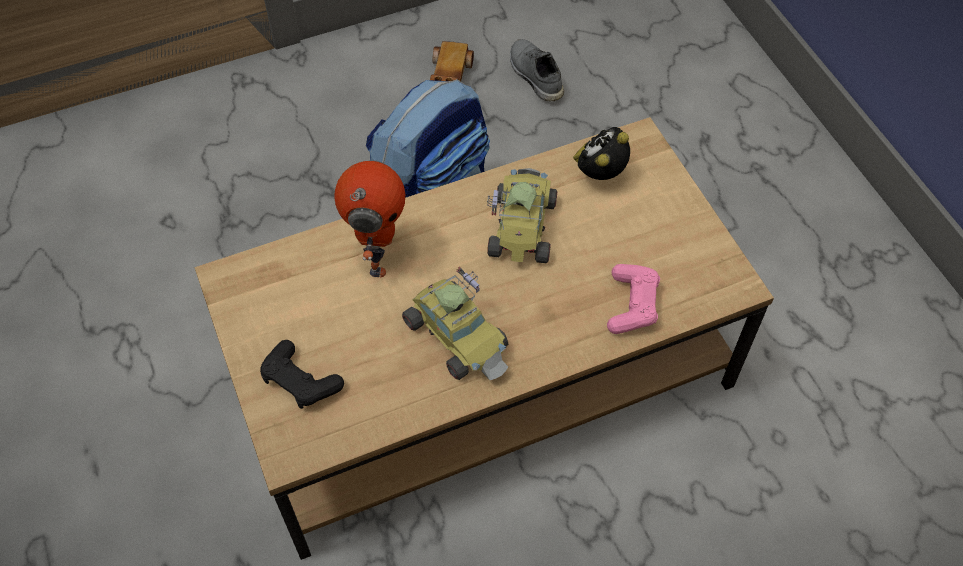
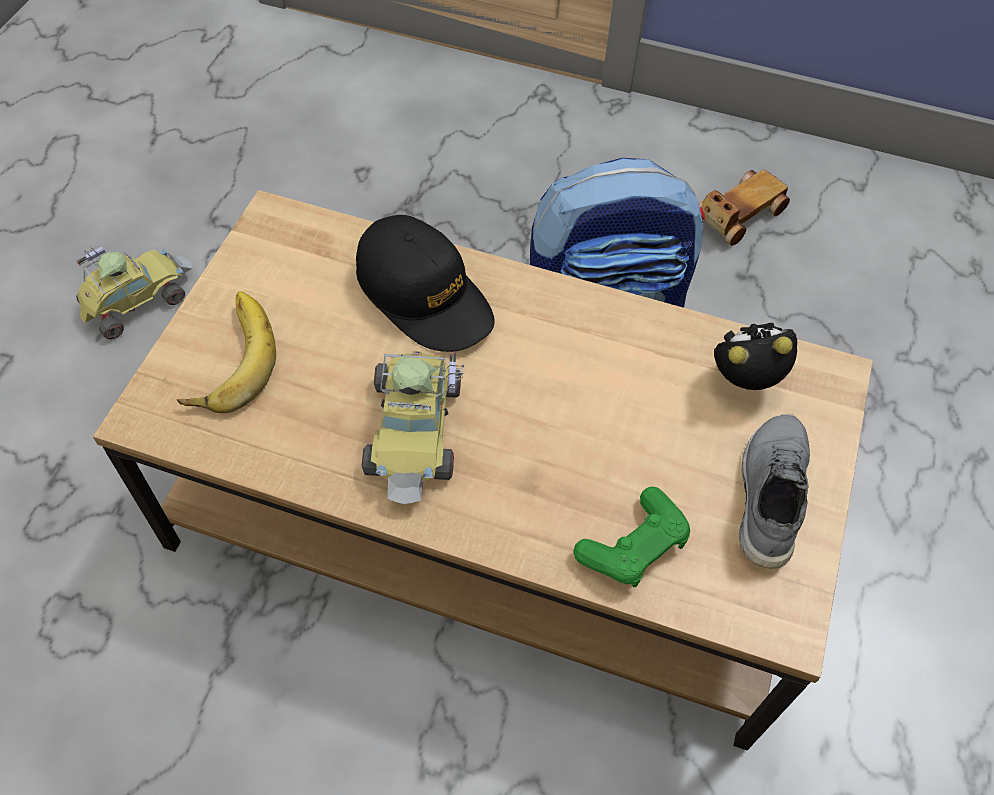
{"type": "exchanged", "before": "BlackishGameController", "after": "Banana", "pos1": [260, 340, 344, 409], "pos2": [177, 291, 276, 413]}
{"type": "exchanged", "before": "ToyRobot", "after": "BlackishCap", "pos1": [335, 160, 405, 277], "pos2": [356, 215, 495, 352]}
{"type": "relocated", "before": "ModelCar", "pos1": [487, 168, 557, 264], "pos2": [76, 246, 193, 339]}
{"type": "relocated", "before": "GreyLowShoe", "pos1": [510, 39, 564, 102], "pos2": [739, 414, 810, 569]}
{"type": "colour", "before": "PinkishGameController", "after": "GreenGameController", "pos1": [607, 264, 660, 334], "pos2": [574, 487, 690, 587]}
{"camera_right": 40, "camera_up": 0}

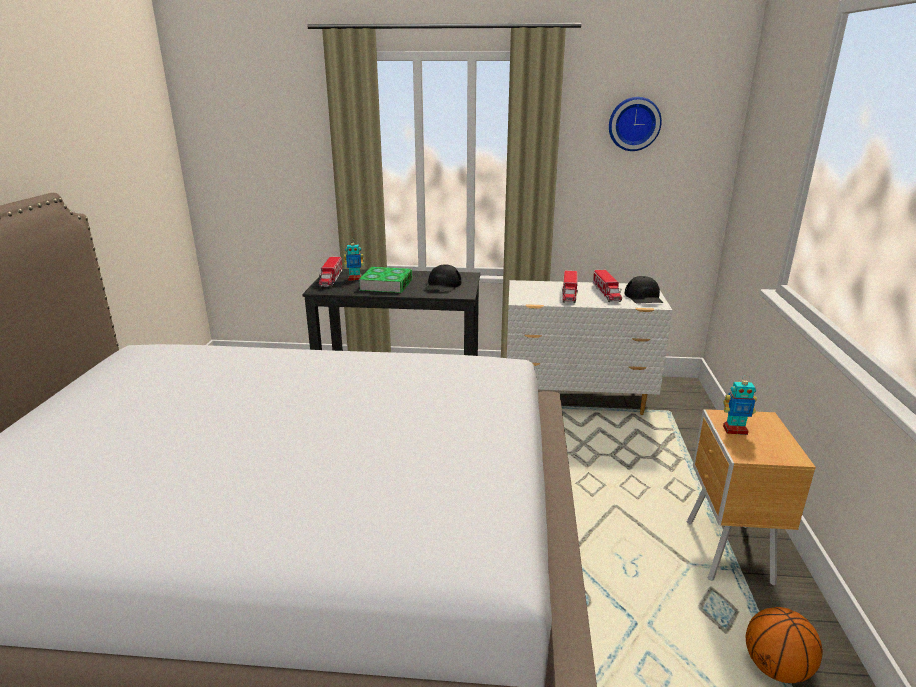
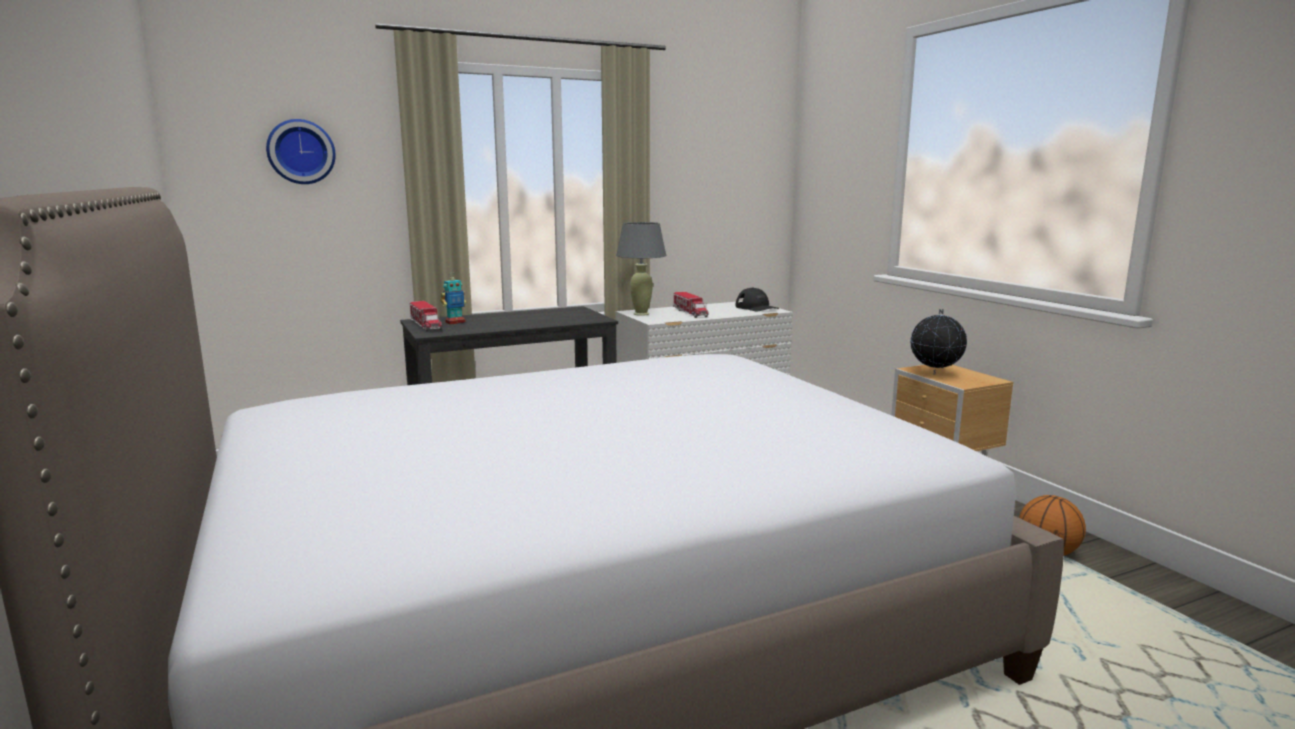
{"type": "missing", "before": "Volume", "pos1": [359, 267, 412, 293]}
{"type": "missing", "before": "BlackishCap", "pos1": [425, 264, 462, 292]}
{"type": "missing", "before": "ToyTruck", "pos1": [593, 270, 622, 302]}
{"type": "relocated", "before": "WallClock", "pos1": [609, 97, 662, 151], "pos2": [266, 119, 336, 184]}
{"type": "exchanged", "before": "ToyRobot", "after": "Globe", "pos1": [723, 375, 757, 435], "pos2": [910, 309, 967, 375]}
{"type": "appeared", "after": "GreyTableLamp", "pos2": [616, 222, 667, 316]}
{"camera_right": -30, "camera_up": -10}

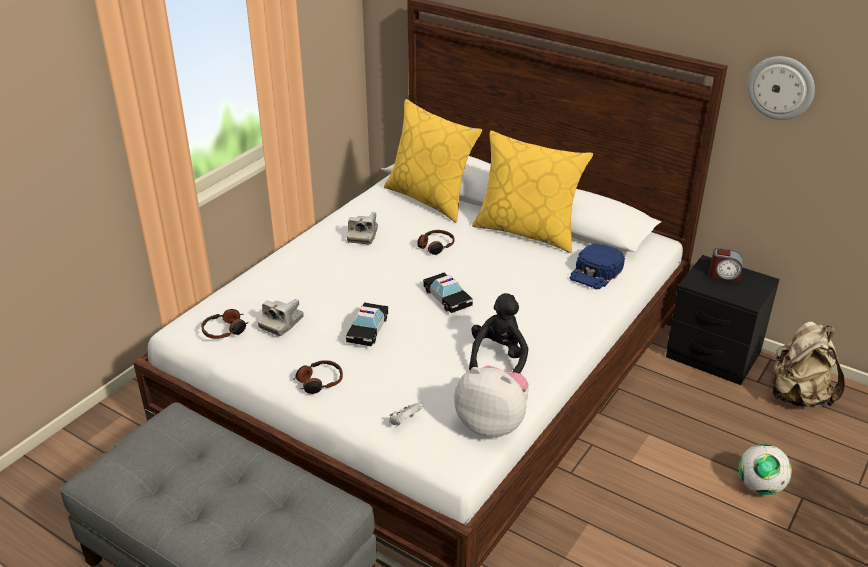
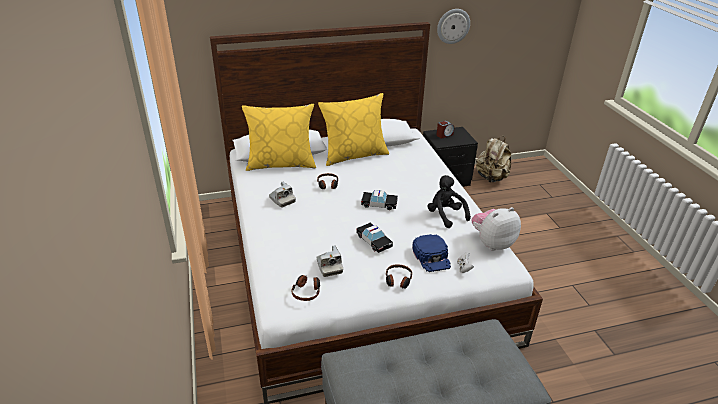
{"type": "relocated", "before": "BluishCap", "pos1": [570, 243, 625, 290], "pos2": [412, 234, 451, 272]}
{"type": "missing", "before": "FootballBall", "pos1": [739, 444, 792, 495]}
{"camera_right": -50, "camera_up": 0}

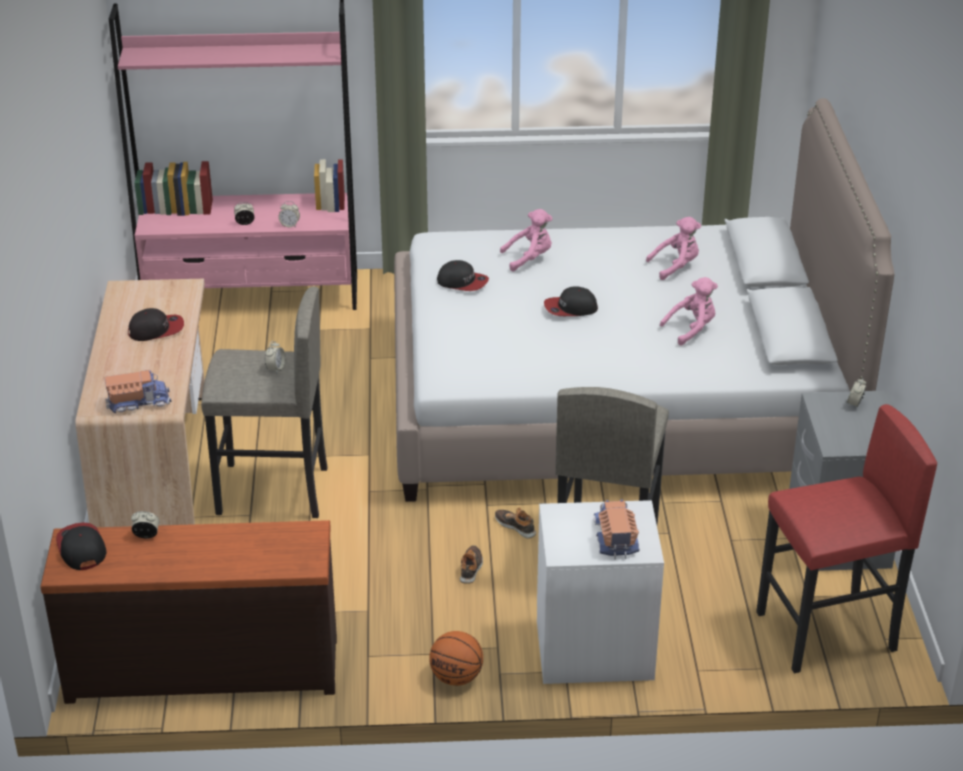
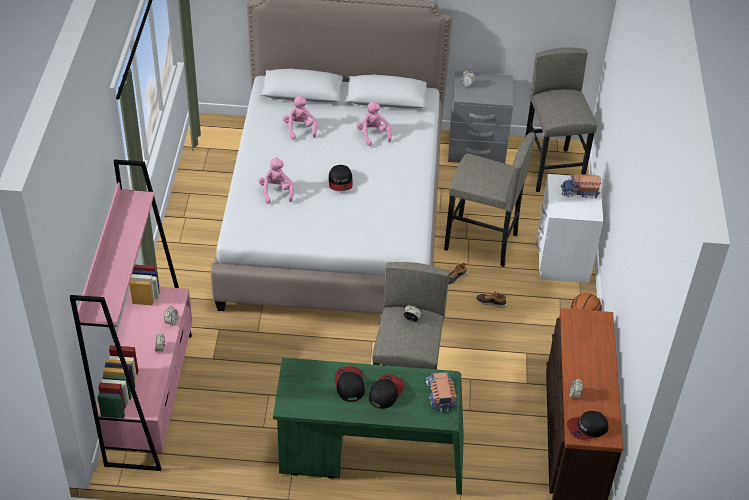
{"type": "colour", "before": "BeigeColouredDesk", "after": "GreenDesk", "pos1": [75, 279, 205, 527], "pos2": [273, 358, 464, 495]}
{"type": "relocated", "before": "Cap", "pos1": [437, 260, 489, 291], "pos2": [369, 374, 404, 409]}
{"type": "colour", "before": "ReddishStool", "after": "GreyStool", "pos1": [756, 404, 937, 673], "pos2": [525, 48, 598, 192]}
{"camera_right": -85, "camera_up": 10}

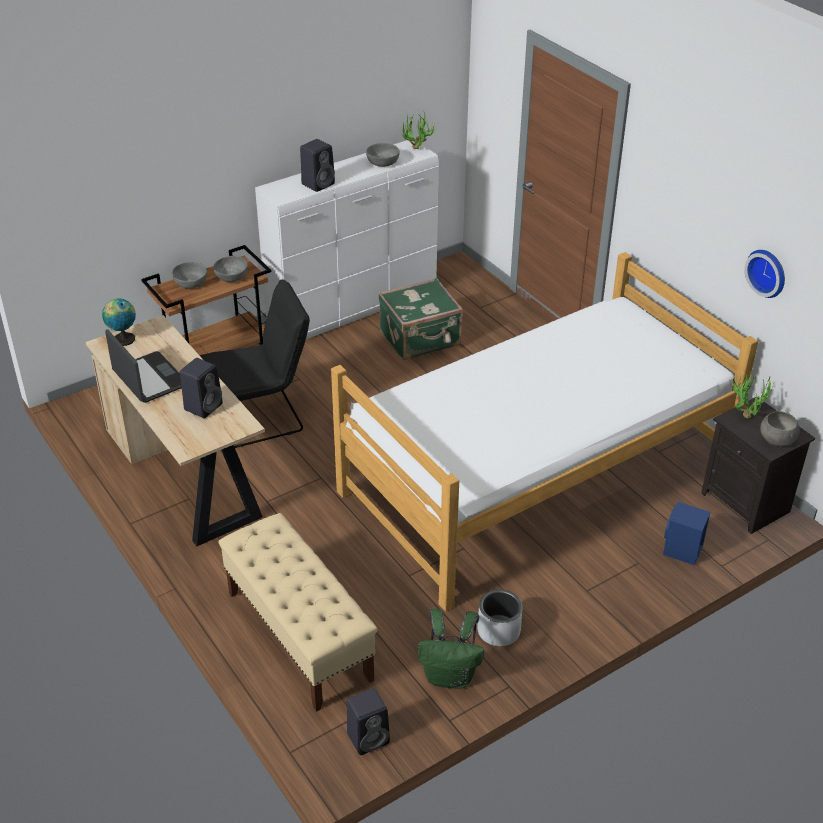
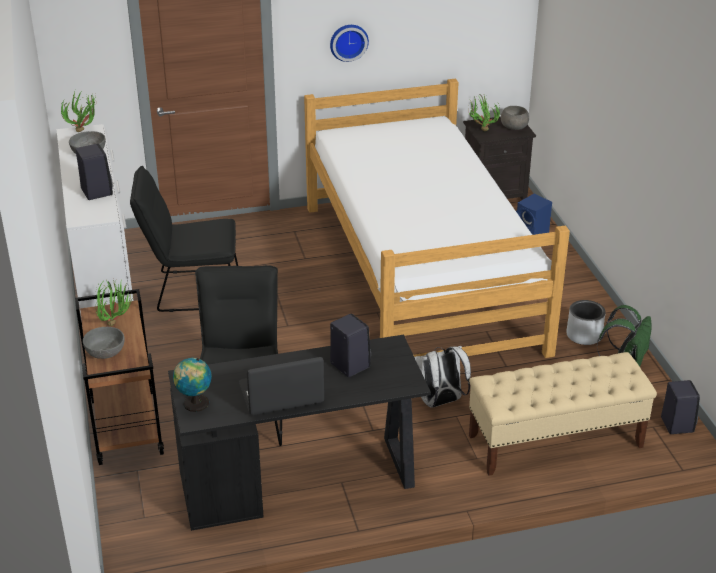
{"type": "colour", "before": "BeigeColouredDesk", "after": "BlackishDesk", "pos1": [85, 315, 265, 546], "pos2": [168, 335, 431, 531]}
{"type": "exchanged", "before": "GreyBowl", "after": "Houseplant", "pos1": [213, 256, 248, 282], "pos2": [96, 280, 134, 326]}
{"type": "exchanged", "before": "GreenSuitcase", "after": "BlackishPlainChair", "pos1": [378, 278, 463, 360], "pos2": [130, 166, 238, 312]}
{"type": "relocated", "before": "WallClock", "pos1": [745, 250, 785, 298], "pos2": [330, 25, 369, 62]}
{"type": "appeared", "after": "WhitishRucksack", "pos2": [414, 346, 471, 407]}
{"camera_right": -70, "camera_up": -5}

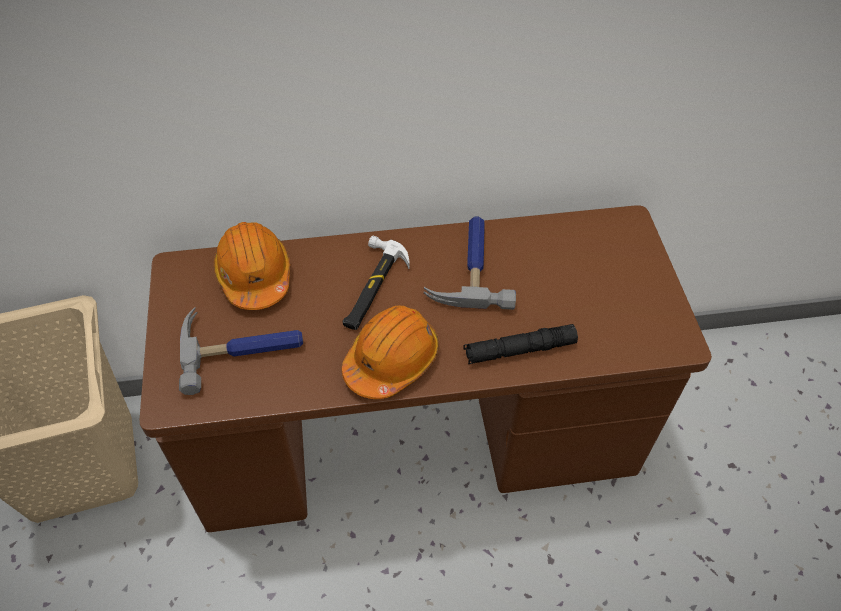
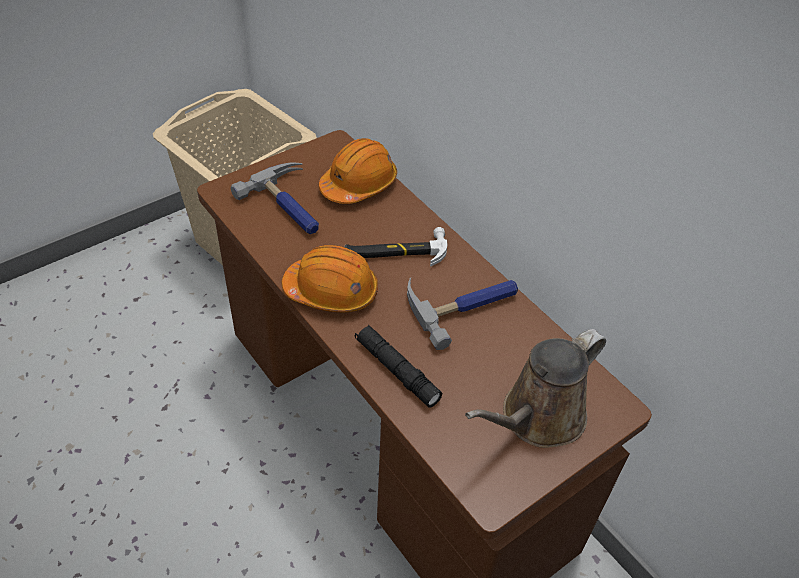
{"type": "appeared", "after": "BrownishWateringCan", "pos2": [465, 329, 606, 448]}
{"camera_right": 60, "camera_up": -5}

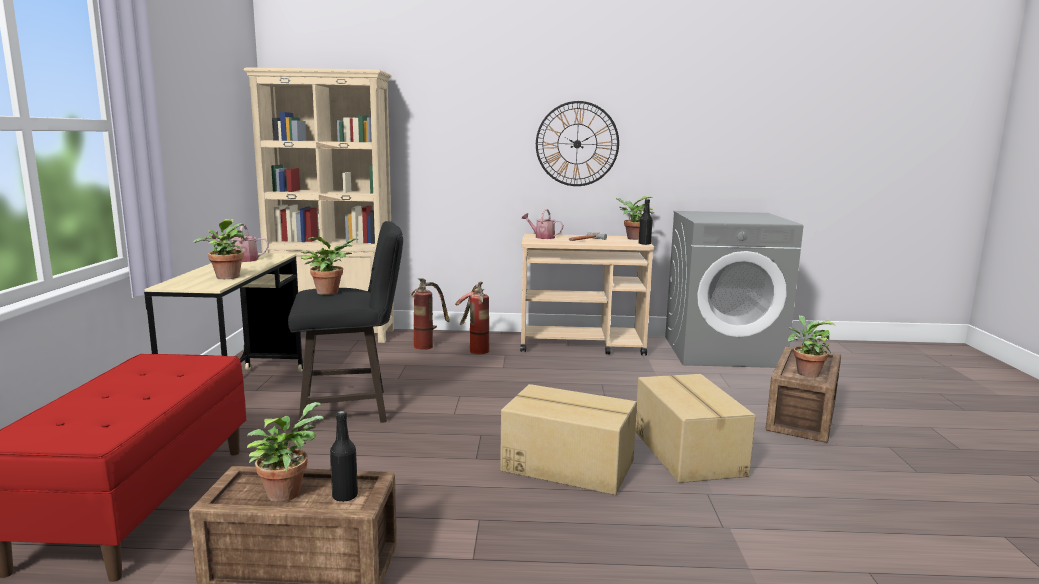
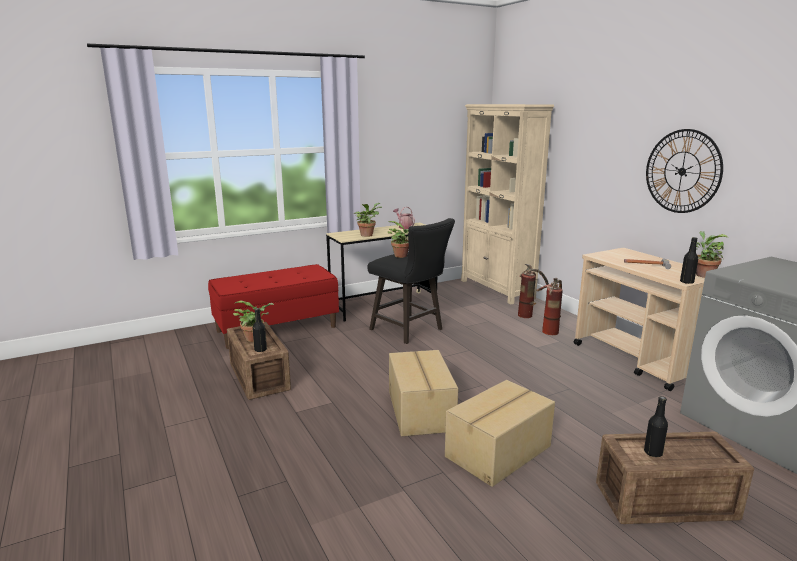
{"type": "missing", "before": "WateringCan", "pos1": [522, 209, 563, 239]}
{"type": "exchanged", "before": "Houseplant", "after": "BlackishDrinkBottle", "pos1": [788, 315, 835, 377], "pos2": [644, 396, 668, 457]}
{"camera_right": 60, "camera_up": 5}

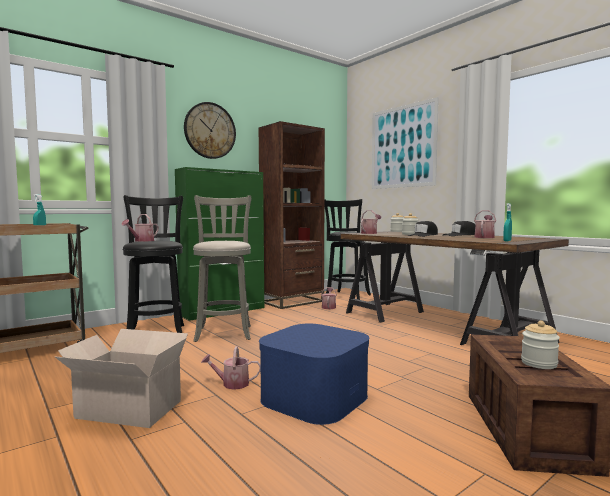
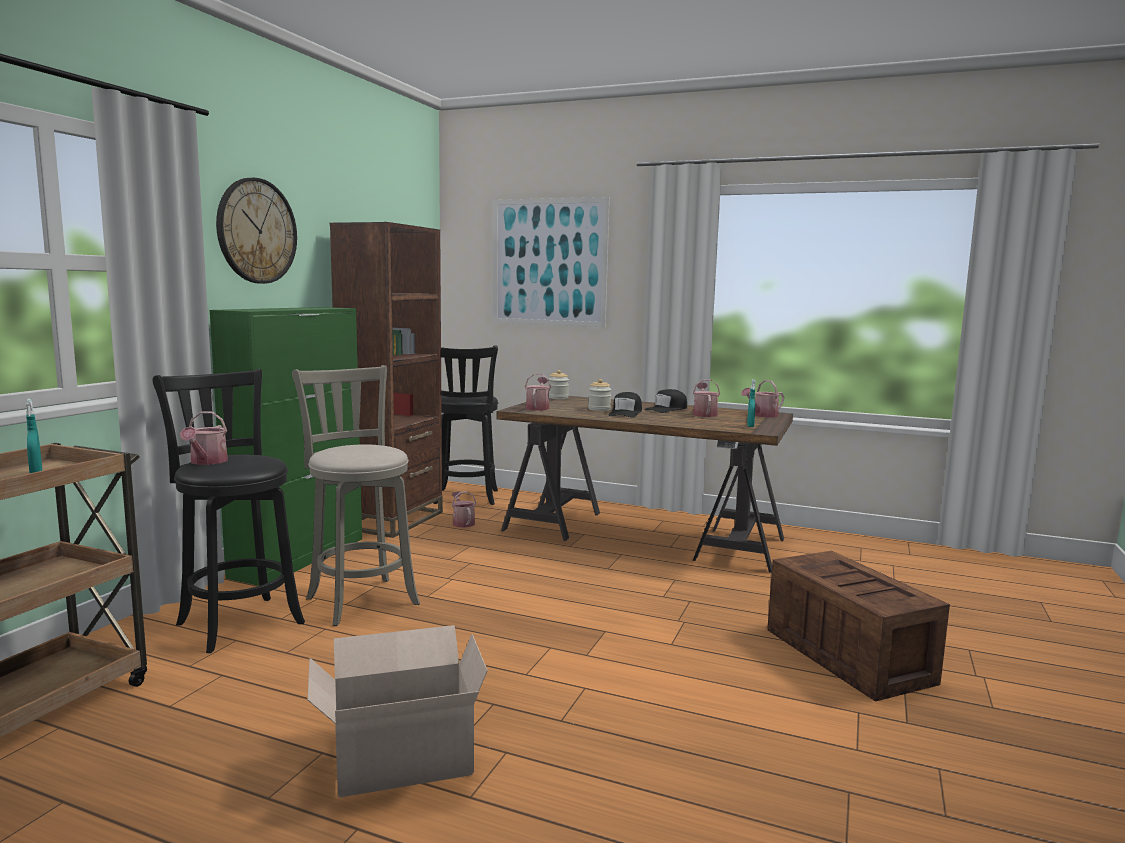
{"type": "relocated", "before": "WateringCan", "pos1": [201, 346, 261, 390], "pos2": [741, 380, 784, 418]}
{"type": "missing", "before": "BluishStorageContainer", "pos1": [259, 324, 369, 425]}
{"type": "missing", "before": "PreserveJar", "pos1": [521, 321, 560, 369]}
{"camera_right": -30, "camera_up": 5}

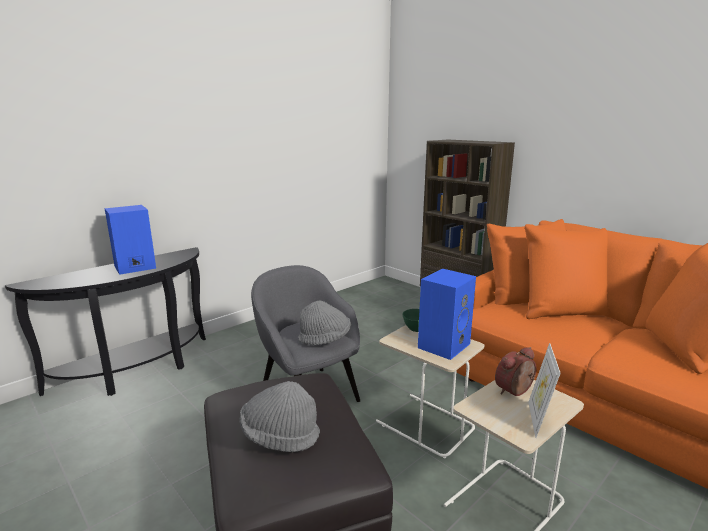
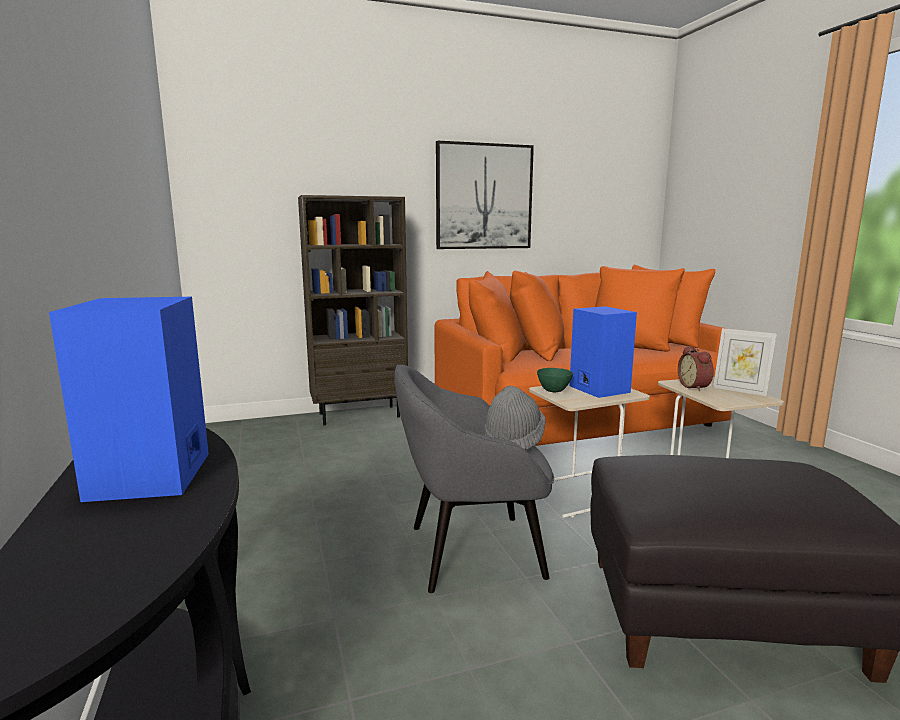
{"type": "missing", "before": "GreyWearableHat", "pos1": [239, 381, 320, 452]}
{"type": "appeared", "after": "WallPicture", "pos2": [436, 141, 534, 249]}
{"camera_right": -65, "camera_up": -5}

